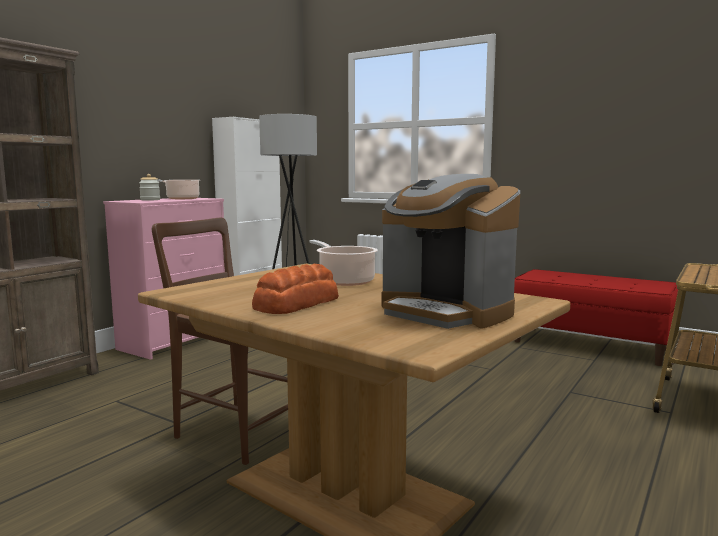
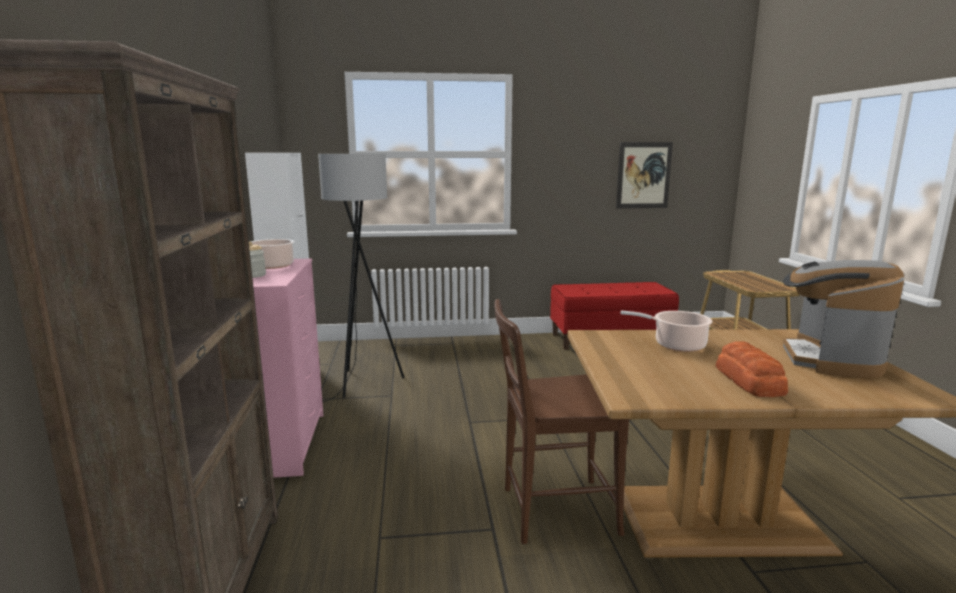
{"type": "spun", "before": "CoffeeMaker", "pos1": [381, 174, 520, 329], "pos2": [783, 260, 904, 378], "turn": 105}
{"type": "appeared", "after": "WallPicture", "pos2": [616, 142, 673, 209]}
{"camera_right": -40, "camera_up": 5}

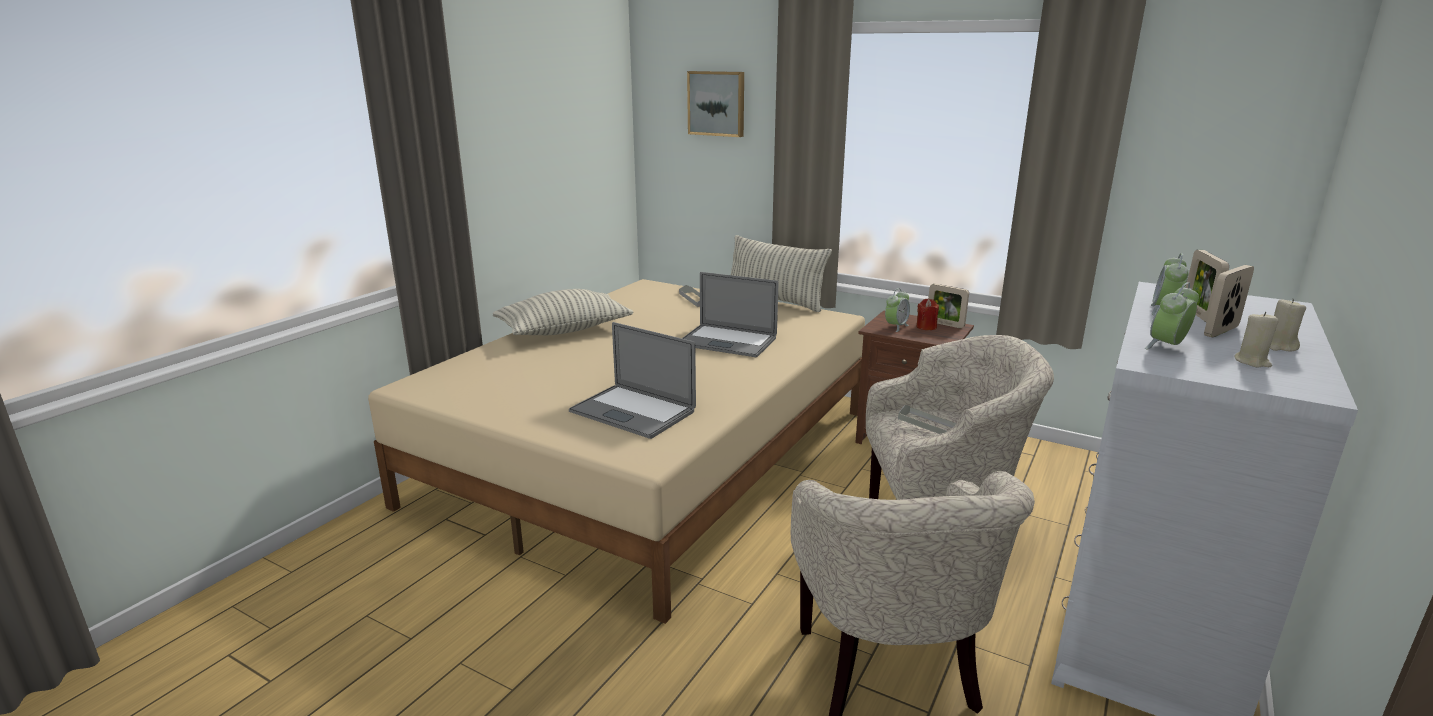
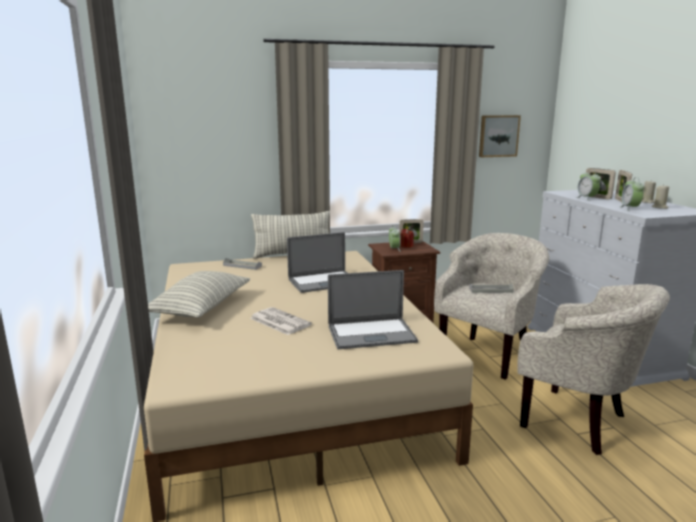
{"type": "relocated", "before": "WallPicture", "pos1": [687, 71, 744, 137], "pos2": [479, 115, 521, 157]}
{"type": "appeared", "after": "Newspaper", "pos2": [250, 307, 312, 335]}
{"camera_right": -45, "camera_up": -5}

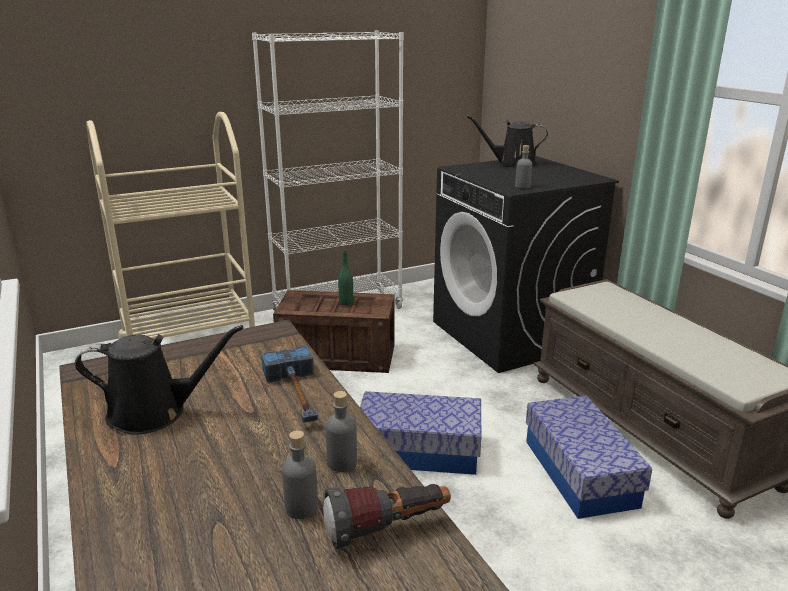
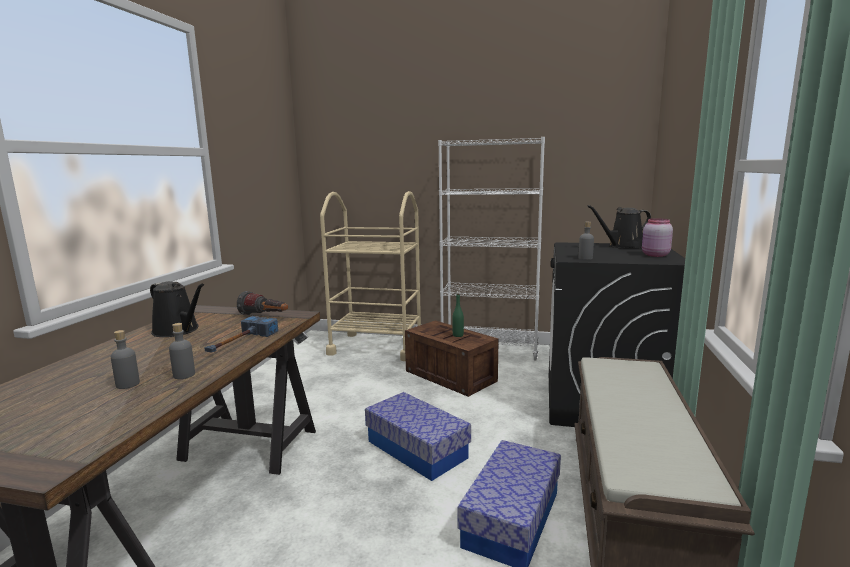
{"type": "relocated", "before": "Torch", "pos1": [323, 484, 451, 550], "pos2": [237, 291, 288, 315]}
{"type": "spun", "before": "BlackishWateringCan", "pos1": [467, 115, 548, 167], "pos2": [587, 205, 651, 248], "turn": -60}
{"type": "appeared", "after": "PinkishPreserveJar", "pos2": [642, 218, 673, 257]}
{"camera_right": 40, "camera_up": -10}

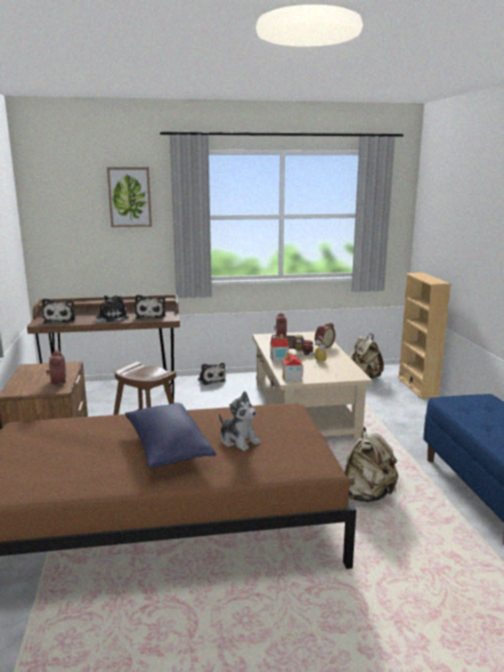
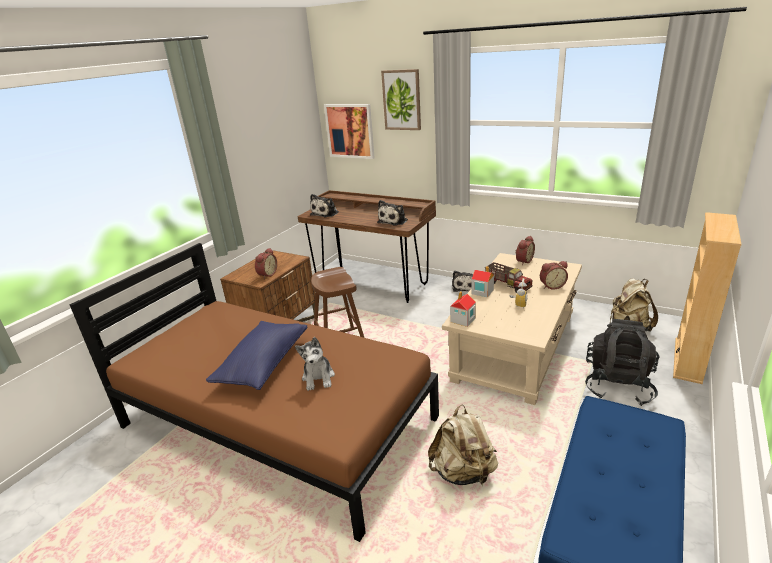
{"type": "missing", "before": "PlushToy", "pos1": [92, 295, 129, 323]}
{"type": "appeared", "after": "WallPicture", "pos2": [324, 104, 375, 159]}
{"type": "appeared", "after": "BlackishRucksack", "pos2": [585, 319, 660, 406]}
{"camera_right": 40, "camera_up": 10}

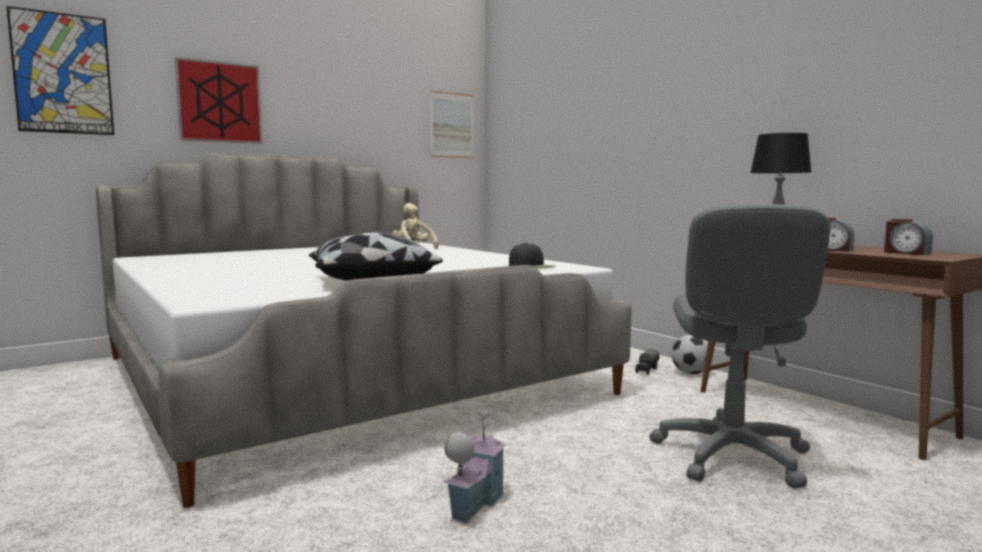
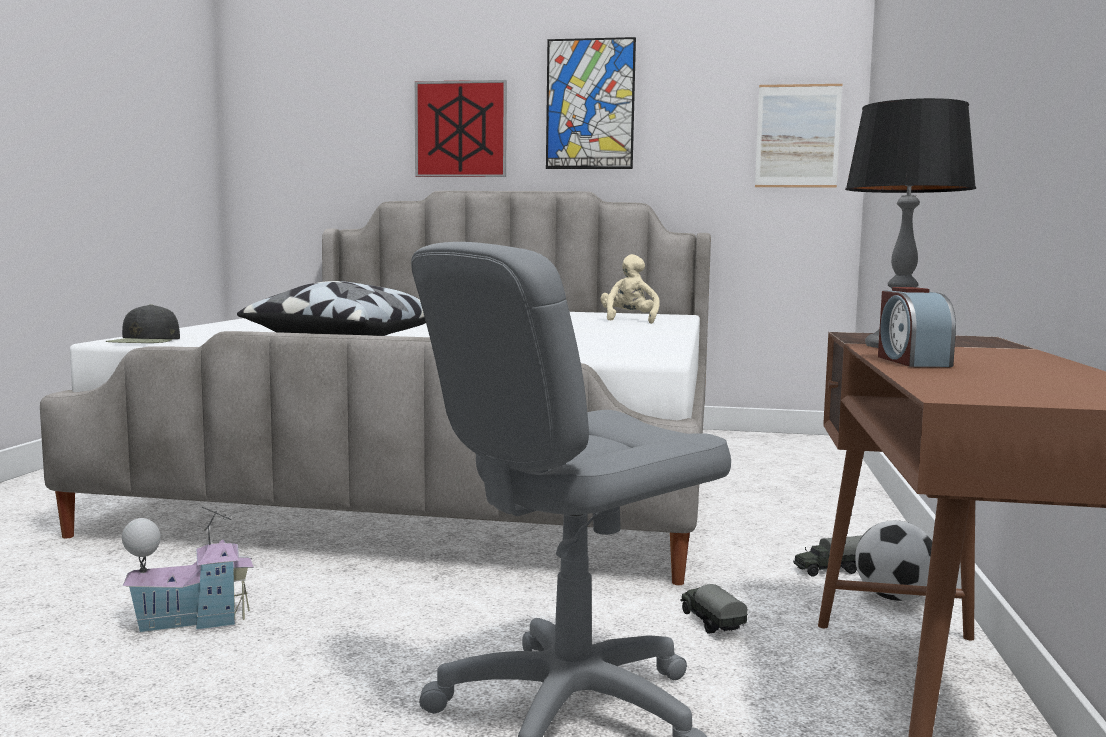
{"type": "relocated", "before": "WallPicture", "pos1": [6, 6, 114, 135], "pos2": [546, 37, 636, 169]}
{"type": "relocated", "before": "BlackishCap", "pos1": [509, 243, 556, 269], "pos2": [106, 304, 180, 343]}
{"type": "missing", "before": "TableClock", "pos1": [884, 219, 933, 255]}
{"type": "appeared", "after": "ToyTruck", "pos2": [680, 584, 748, 634]}
{"camera_right": 45, "camera_up": 0}

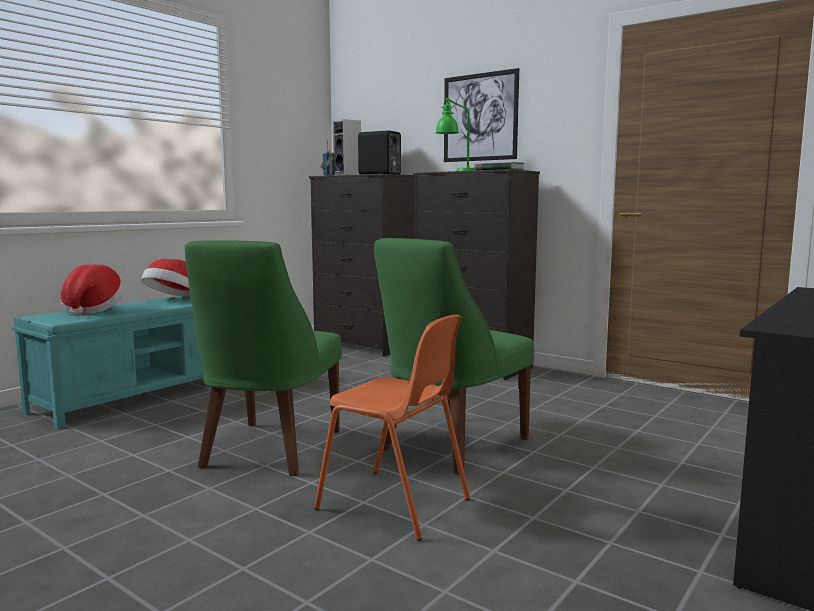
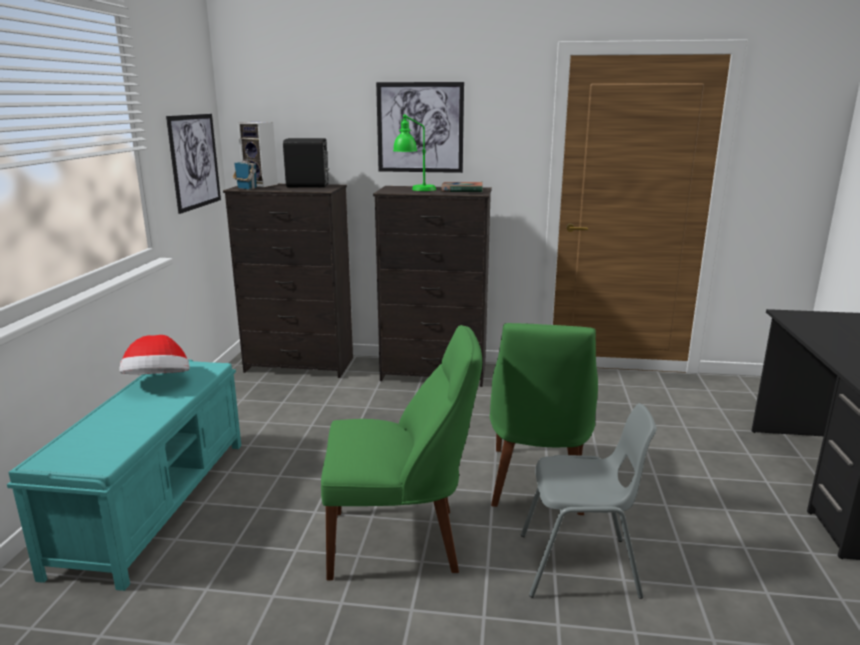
{"type": "missing", "before": "WearableHat", "pos1": [60, 265, 125, 316]}
{"type": "spun", "before": "GreenPlainChair", "pos1": [185, 240, 342, 476], "pos2": [321, 325, 482, 580], "turn": -75}
{"type": "colour", "before": "OrangePlainChair", "after": "GreyPlainChair", "pos1": [314, 315, 470, 541], "pos2": [521, 403, 657, 599]}
{"type": "appeared", "after": "WallPicture", "pos2": [166, 114, 221, 214]}
{"camera_right": -30, "camera_up": 10}

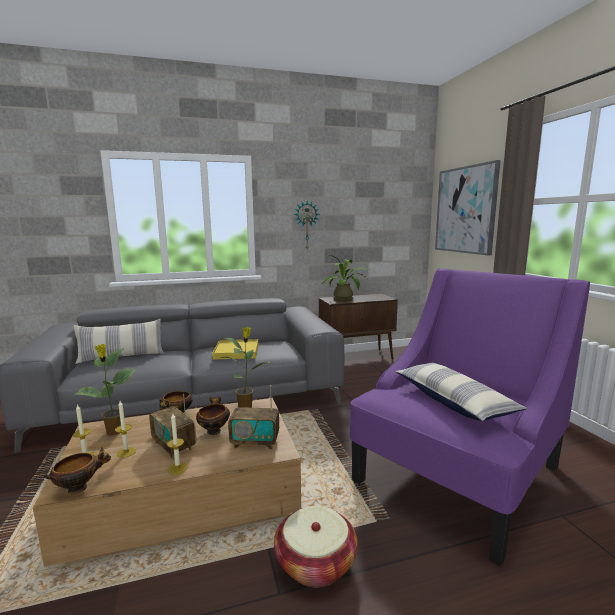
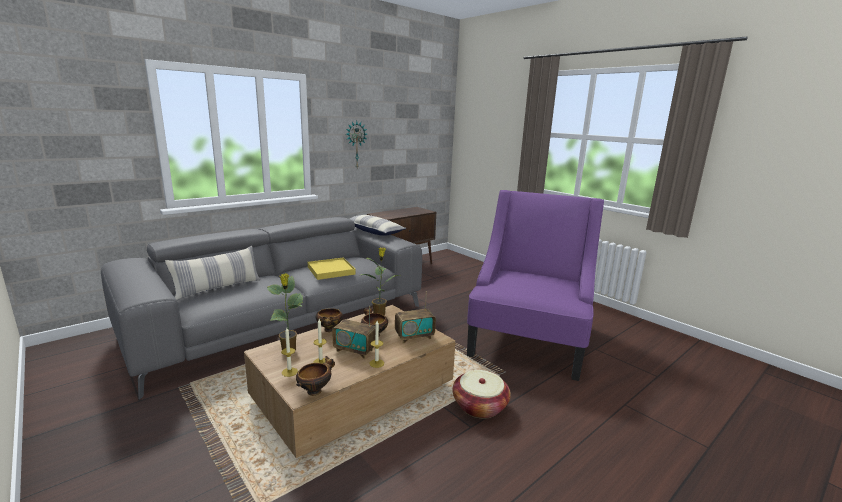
{"type": "missing", "before": "Houseplant", "pos1": [322, 255, 370, 301]}
{"type": "relocated", "before": "Cushion", "pos1": [396, 363, 527, 421], "pos2": [350, 215, 407, 236]}
{"type": "missing", "before": "WallPicture", "pos1": [435, 160, 501, 255]}
{"camera_right": -25, "camera_up": 5}

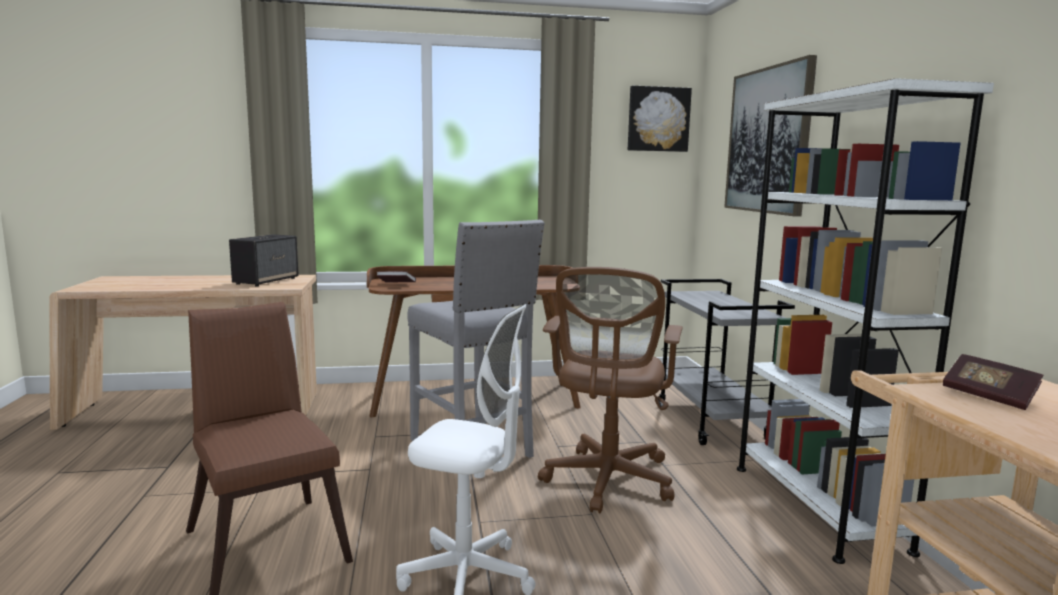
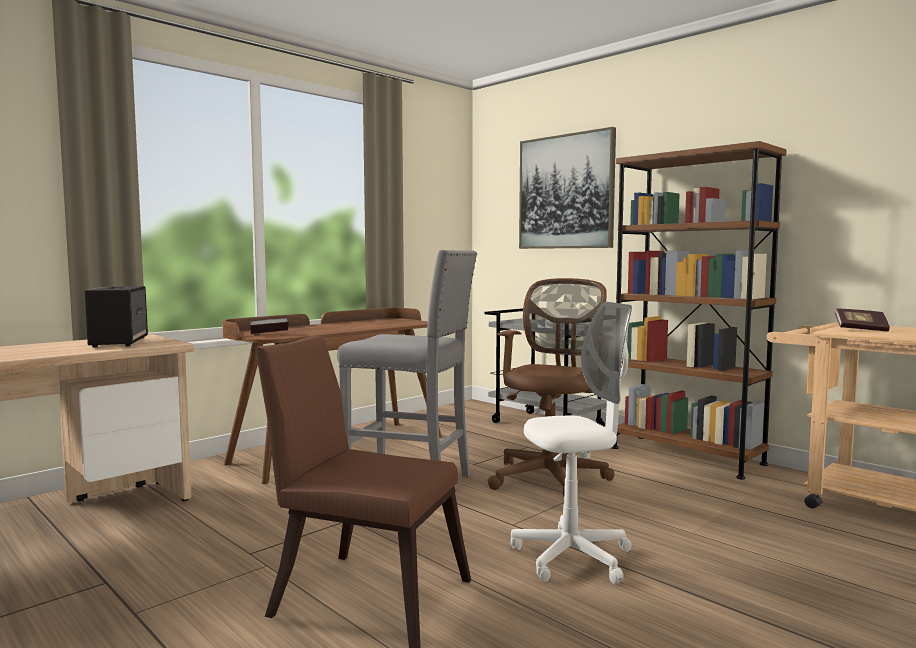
{"type": "spun", "before": "BrownishOfficeChair", "pos1": [538, 267, 683, 513], "pos2": [487, 278, 614, 496], "turn": -135}
{"type": "missing", "before": "WallPicture", "pos1": [628, 86, 692, 152]}
{"type": "colour", "before": "WhitishBookcase", "after": "BrownishBookcase", "pos1": [737, 78, 994, 564], "pos2": [612, 141, 786, 480]}
{"camera_right": -35, "camera_up": -5}

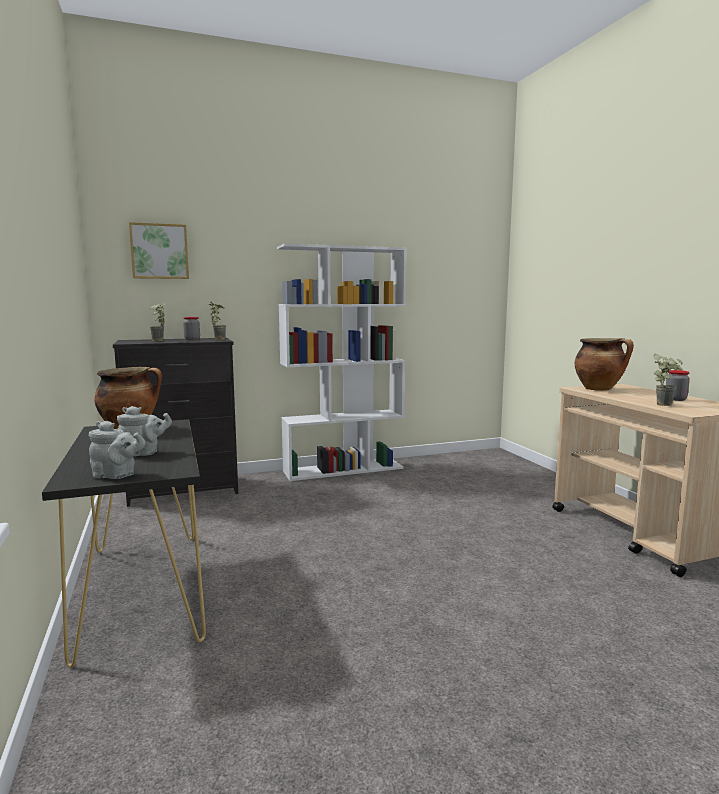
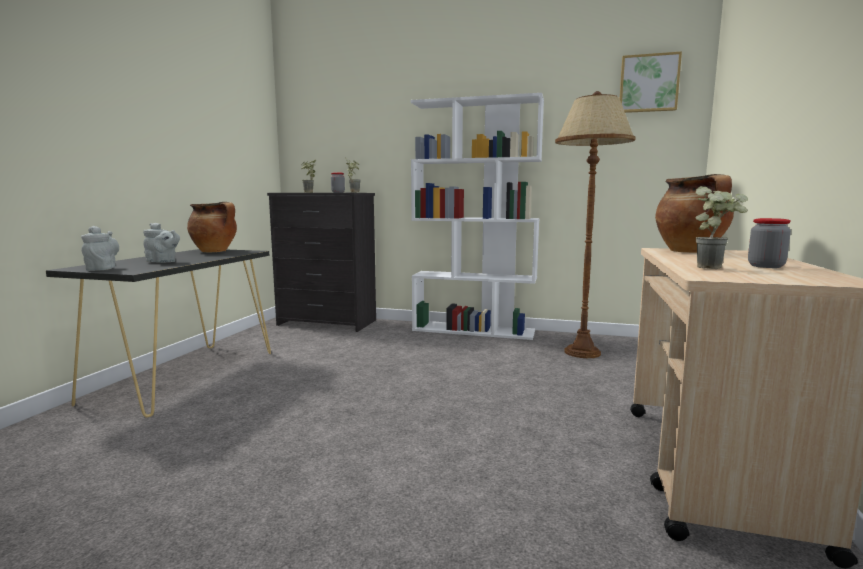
{"type": "spun", "before": "GreyTeaPot", "pos1": [89, 421, 145, 479], "pos2": [81, 226, 119, 271], "turn": -150}
{"type": "relocated", "before": "WallPicture", "pos1": [129, 222, 189, 279], "pos2": [620, 51, 682, 113]}
{"type": "appeared", "after": "BrownishStandardLamp", "pos2": [555, 91, 636, 358]}
{"camera_right": 35, "camera_up": 0}

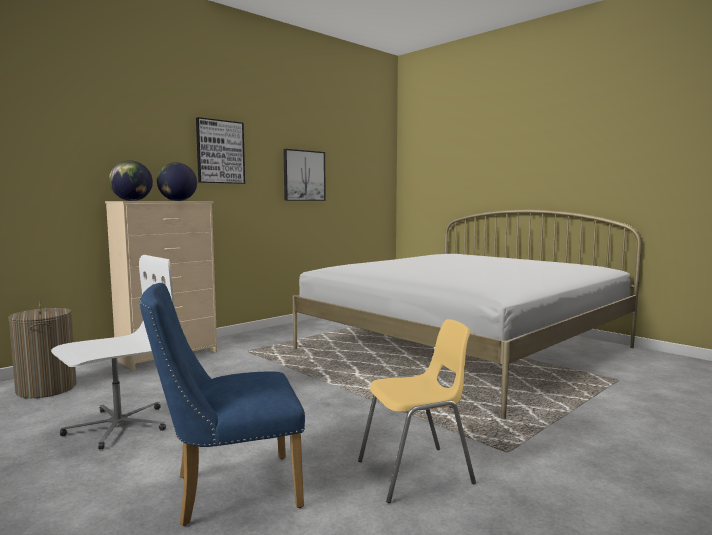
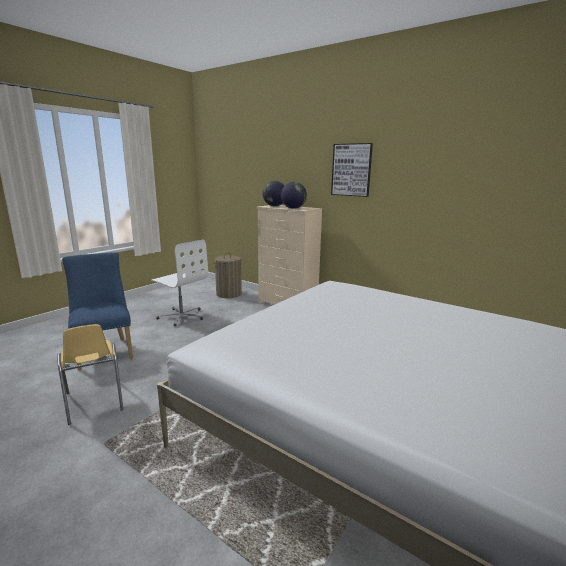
{"type": "missing", "before": "WallPicture", "pos1": [283, 149, 326, 201]}
{"camera_right": 80, "camera_up": 10}

